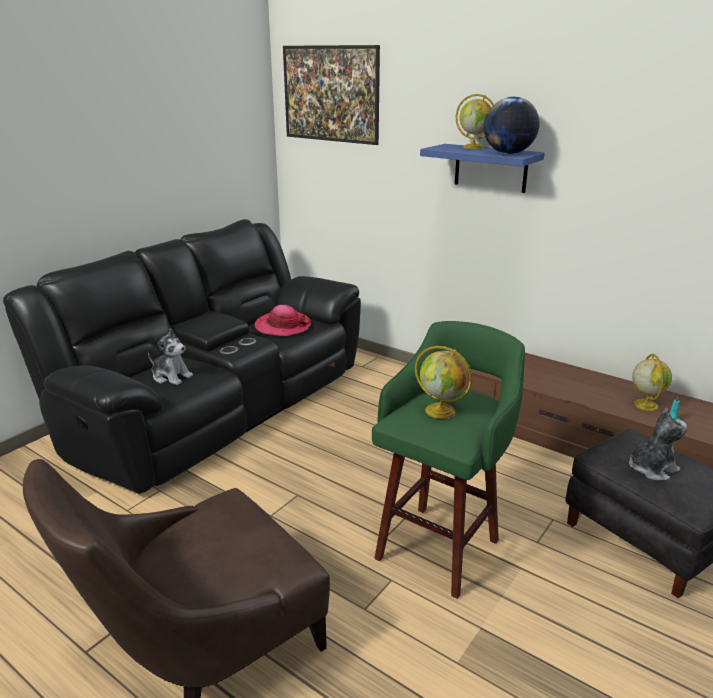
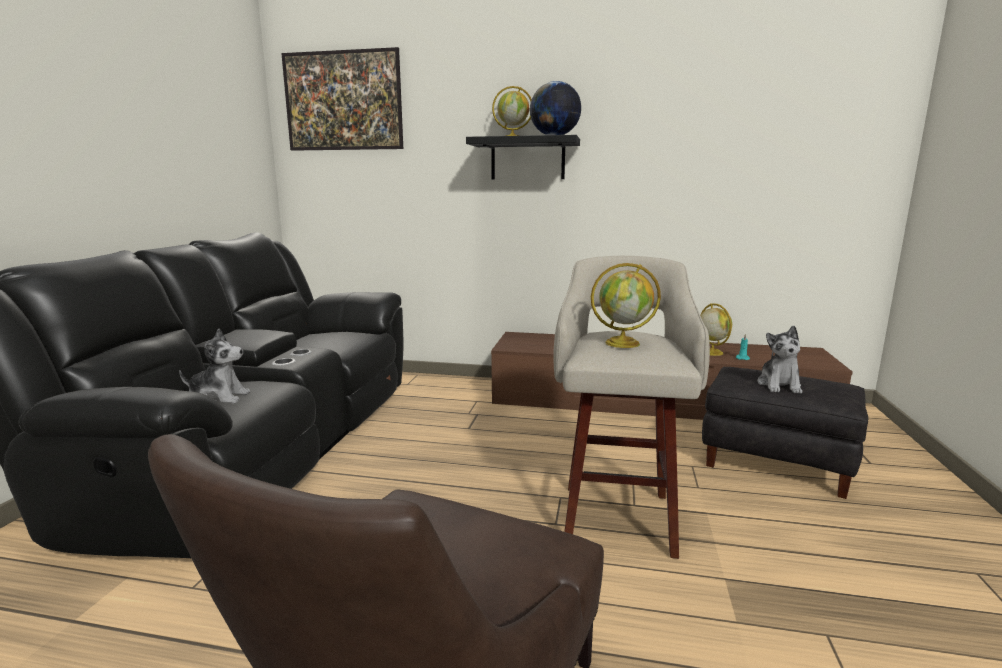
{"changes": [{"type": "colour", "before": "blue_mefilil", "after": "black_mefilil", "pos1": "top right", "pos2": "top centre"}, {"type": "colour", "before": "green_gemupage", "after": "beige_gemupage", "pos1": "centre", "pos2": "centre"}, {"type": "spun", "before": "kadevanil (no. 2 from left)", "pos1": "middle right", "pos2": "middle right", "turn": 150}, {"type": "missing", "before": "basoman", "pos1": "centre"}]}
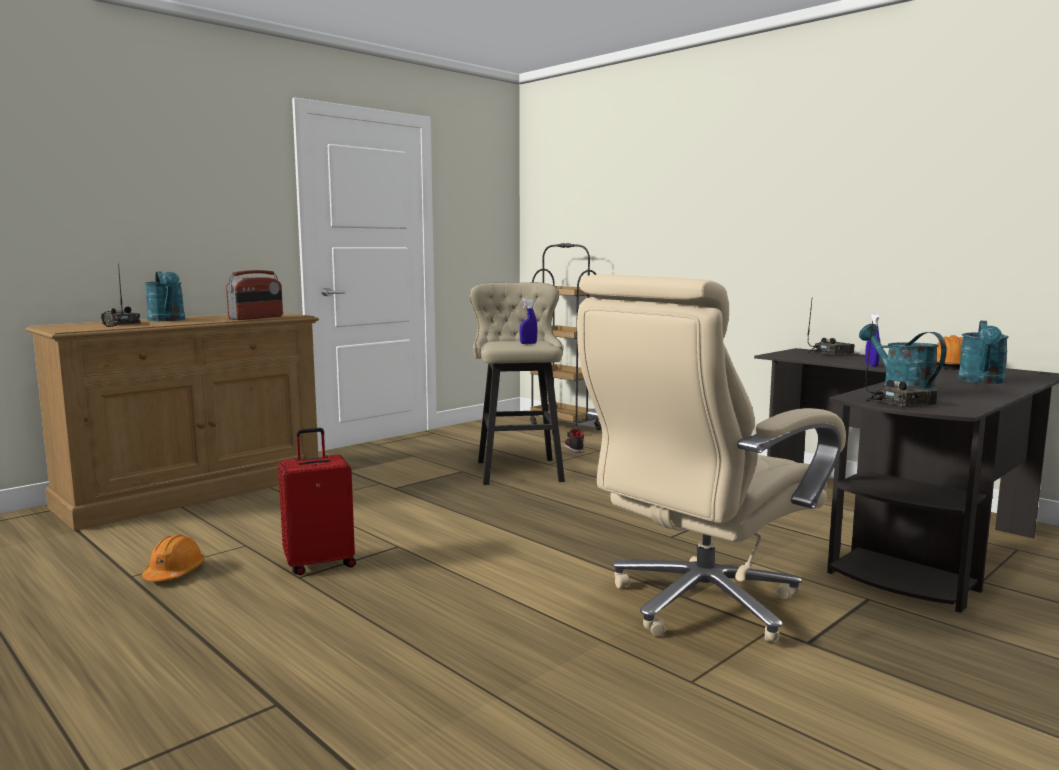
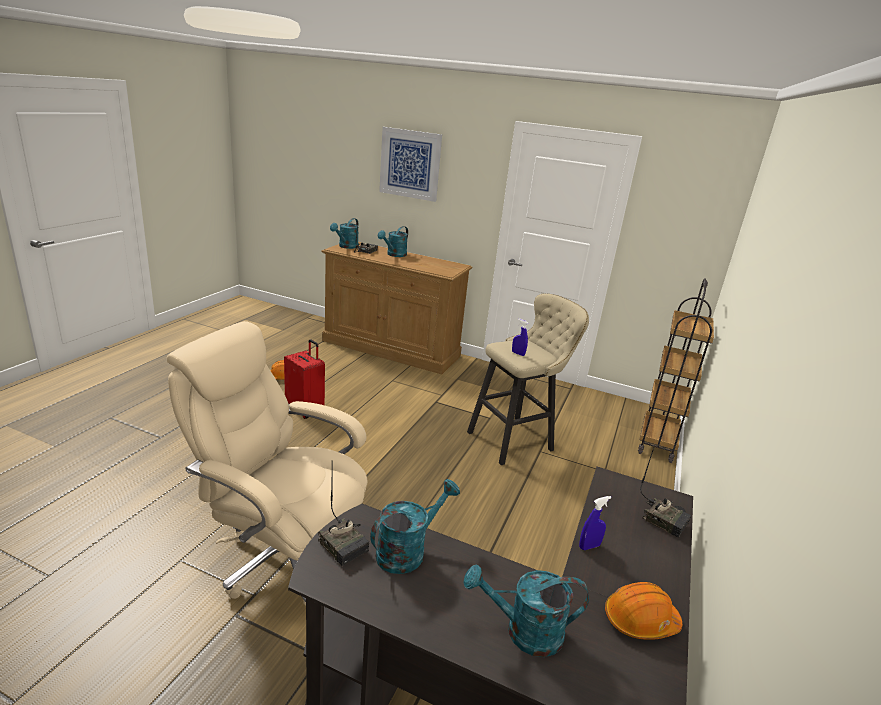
{"changes": [{"type": "appeared", "after": "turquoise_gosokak (no. 1 from left)", "pos2": "top centre"}, {"type": "appeared", "after": "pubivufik", "pos2": "top centre"}, {"type": "missing", "before": "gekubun (no. 2 from left)", "pos1": "middle left"}, {"type": "missing", "before": "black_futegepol", "pos1": "centre"}]}
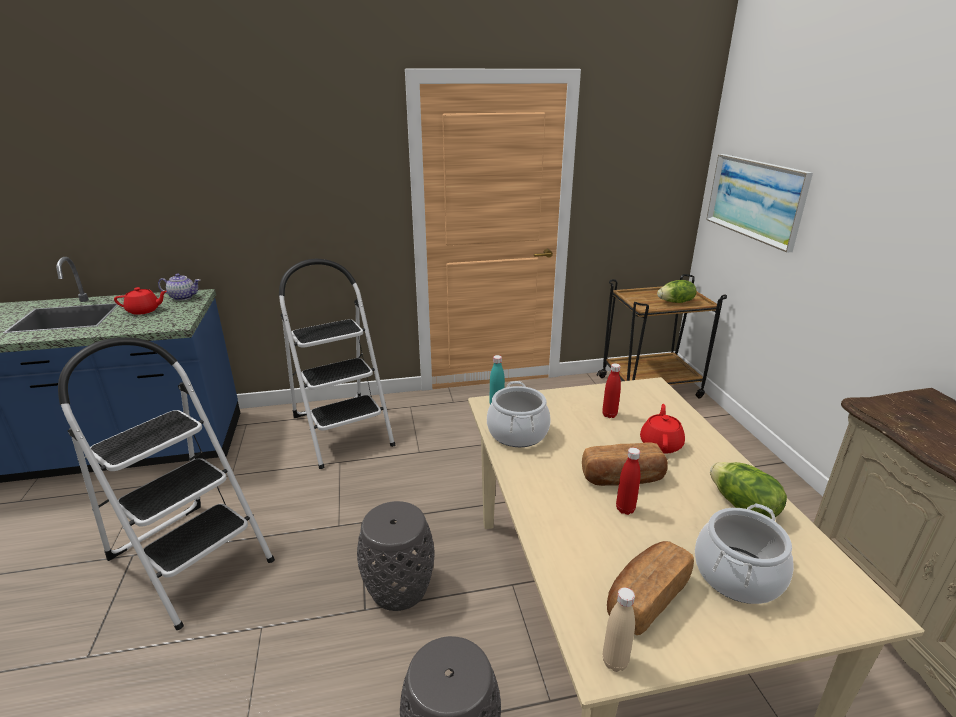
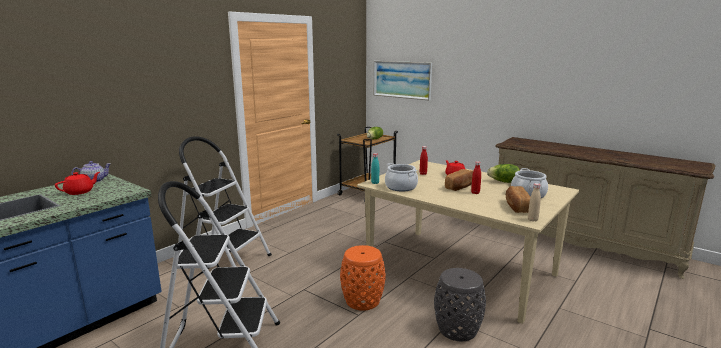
{"changes": [{"type": "colour", "before": "grey_gemupage (no. 1 from left)", "after": "orange_gemupage", "pos1": "bottom centre", "pos2": "bottom centre"}]}
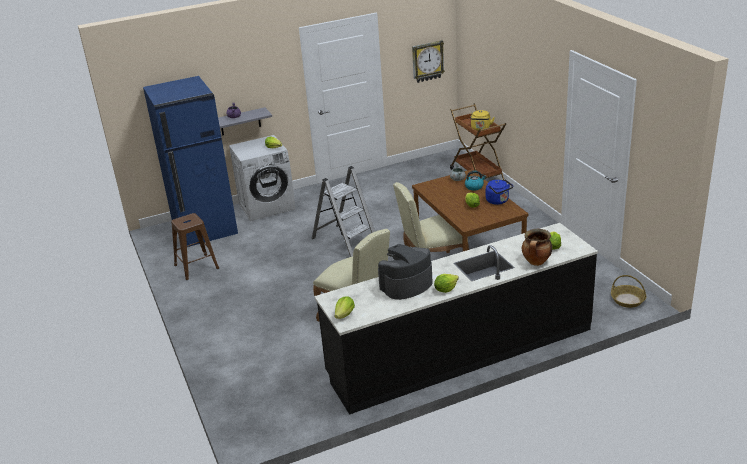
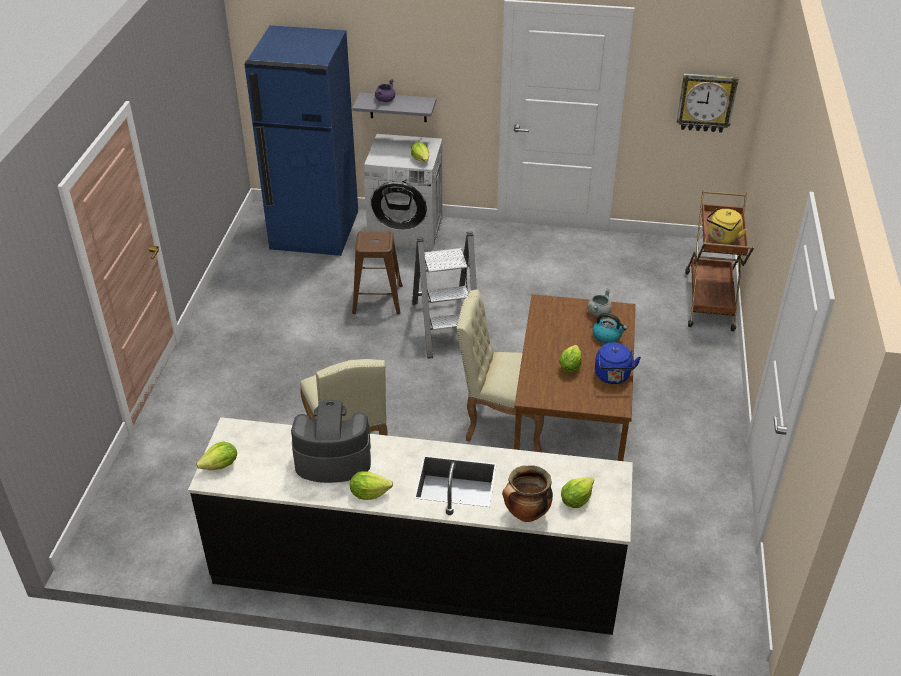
{"changes": [{"type": "relocated", "before": "brown_gemupage", "pos1": "middle left", "pos2": "centre"}, {"type": "missing", "before": "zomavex", "pos1": "middle right"}]}
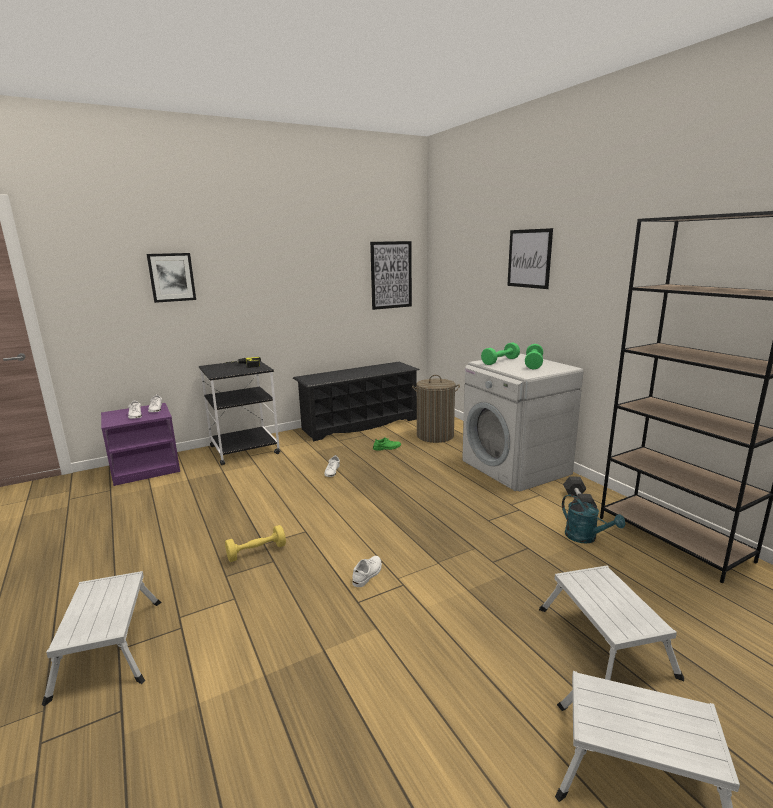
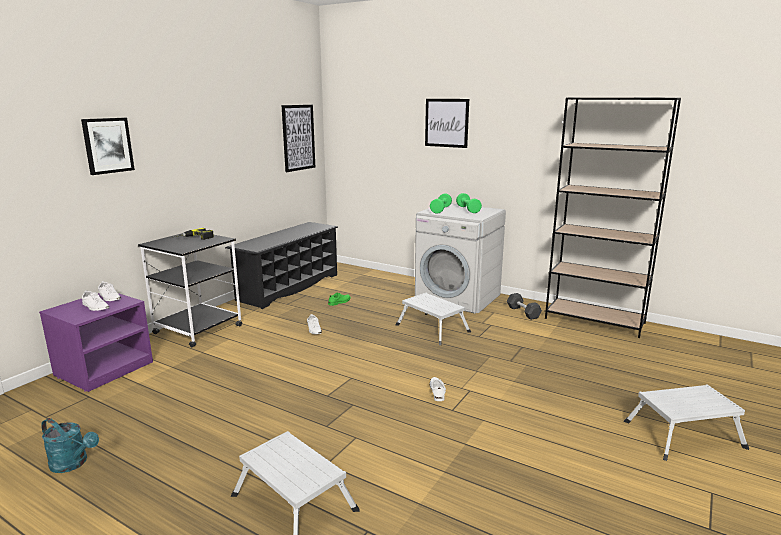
{"changes": [{"type": "relocated", "before": "turquoise_gosokak", "pos1": "middle right", "pos2": "bottom left"}, {"type": "relocated", "before": "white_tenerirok (no. 2 from left)", "pos1": "bottom right", "pos2": "centre"}, {"type": "missing", "before": "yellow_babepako", "pos1": "bottom left"}, {"type": "missing", "before": "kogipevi", "pos1": "centre"}]}
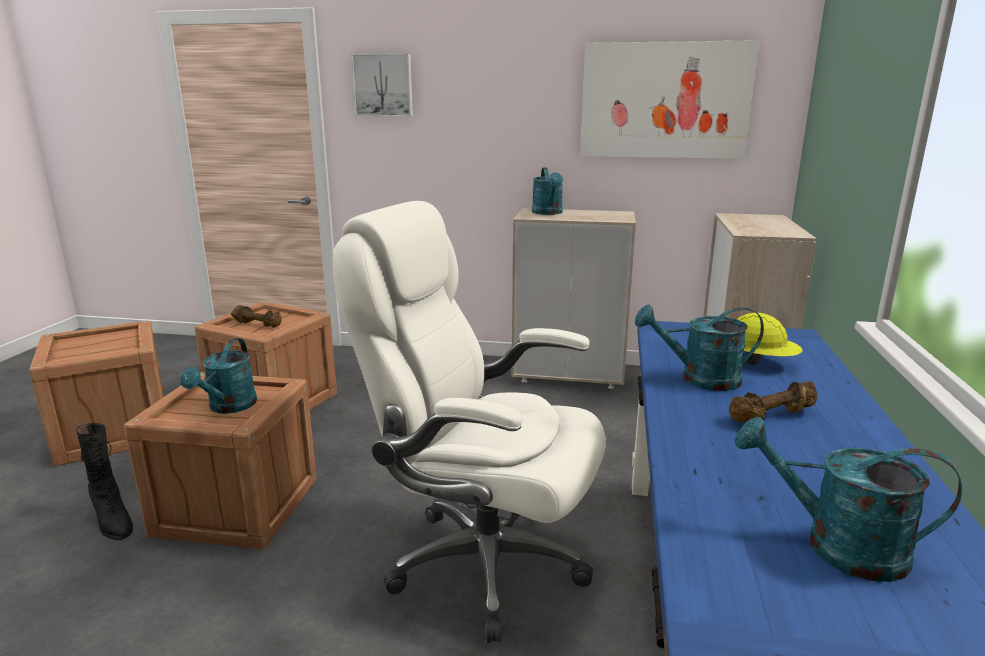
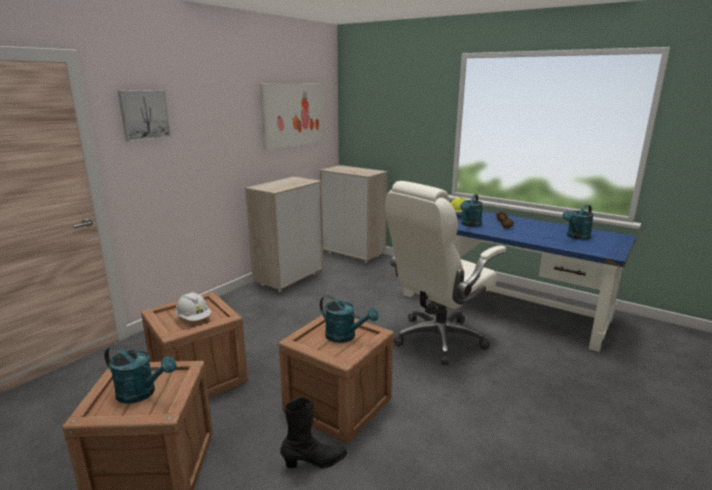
{"changes": [{"type": "relocated", "before": "turquoise_gosokak (no. 2 from left in the first image)", "after": "turquoise_gosokak (no. 1 from left)", "pos1": "top centre", "pos2": "bottom left"}, {"type": "exchanged", "before": "brown_babepako (no. 1 from left)", "after": "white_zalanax", "pos1": "middle left", "pos2": "middle left"}]}
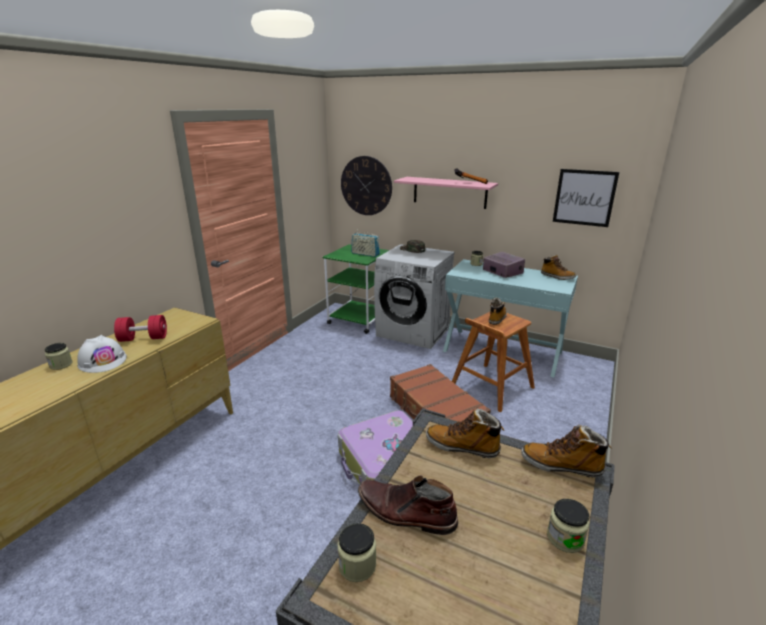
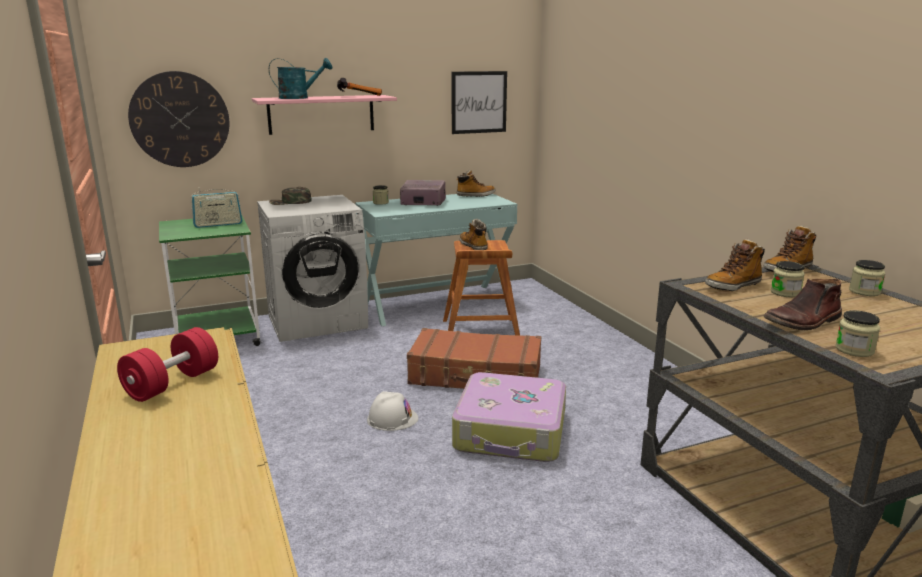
{"changes": [{"type": "appeared", "after": "turquoise_gosokak", "pos2": "top left"}, {"type": "relocated", "before": "white_zalanax", "pos1": "middle left", "pos2": "bottom centre"}, {"type": "relocated", "before": "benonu (no. 1 from left in the first image)", "after": "benonu (no. 2 from left)", "pos1": "middle left", "pos2": "middle right"}]}
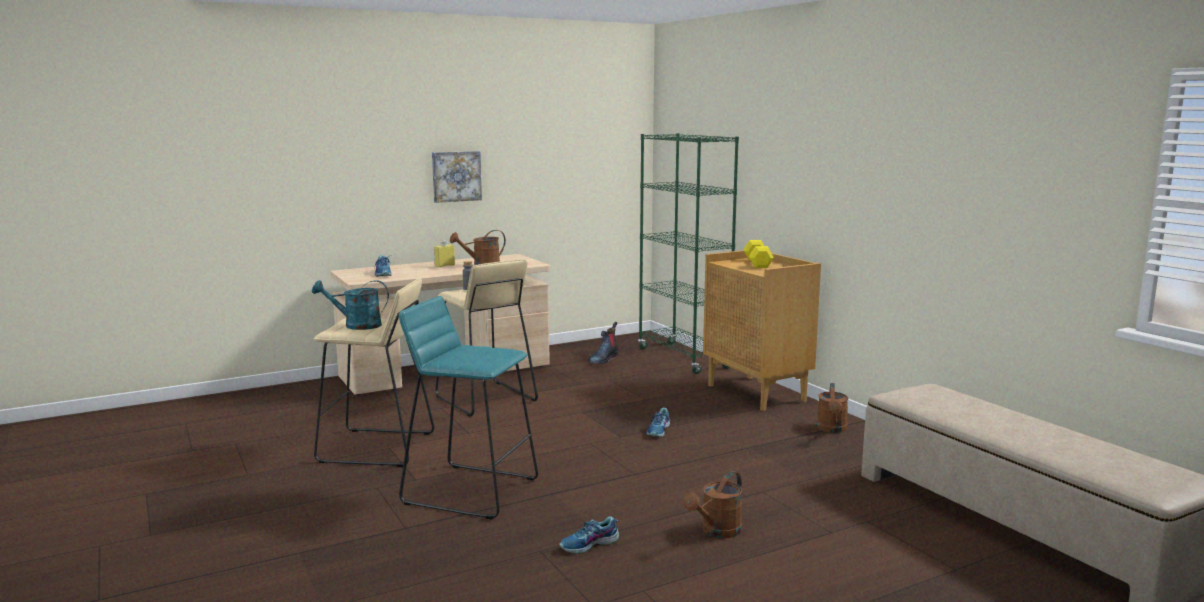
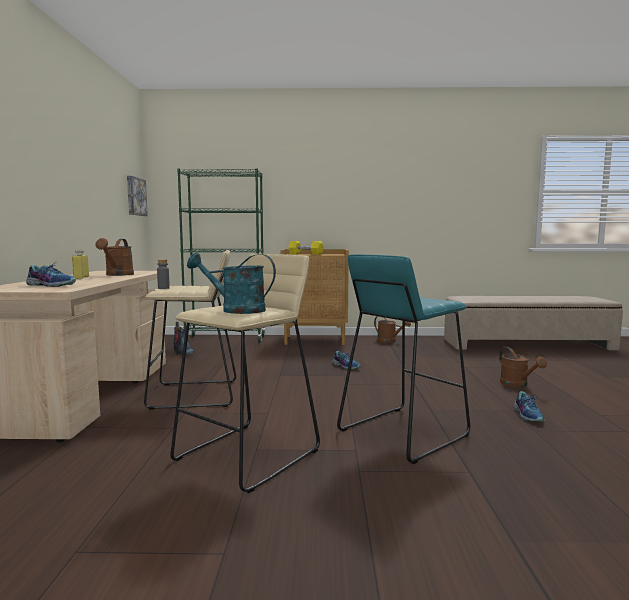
{"changes": [{"type": "relocated", "before": "pubivufik", "pos1": "top centre", "pos2": "top left"}, {"type": "spun", "before": "turquoise_gosokak", "pos1": "middle left", "pos2": "centre", "turn": 75}]}
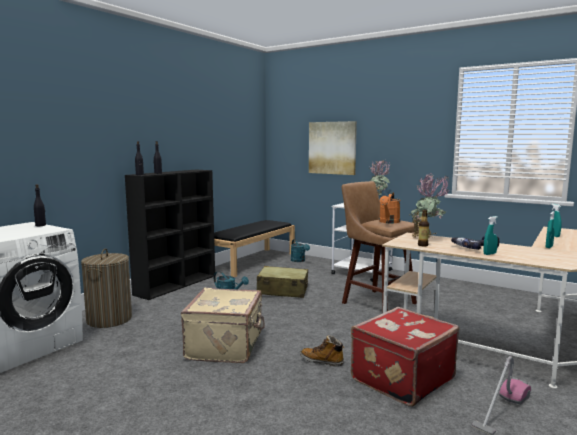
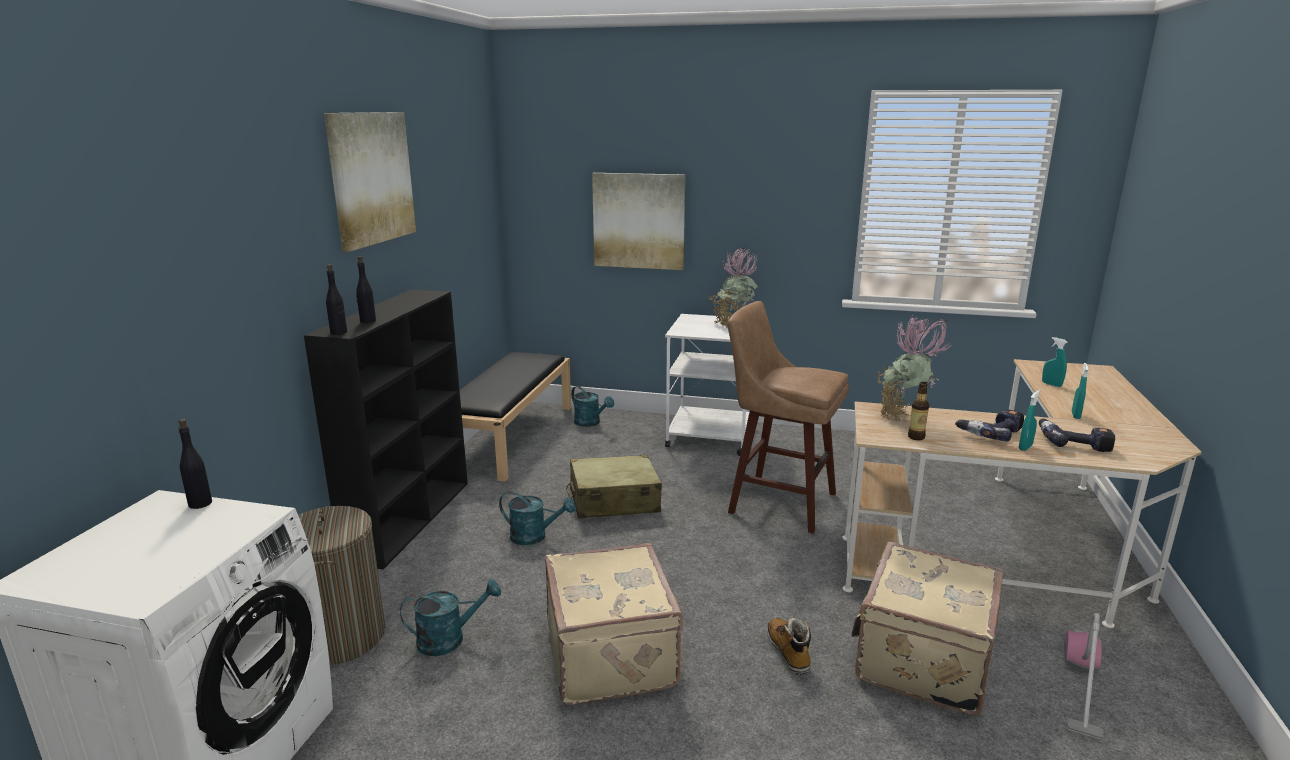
{"changes": [{"type": "appeared", "after": "pubivufik (no. 1 from left)", "pos2": "top left"}, {"type": "appeared", "after": "turquoise_gosokak (no. 1 from left)", "pos2": "bottom centre"}, {"type": "spun", "before": "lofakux", "pos1": "bottom centre", "pos2": "bottom centre", "turn": 75}, {"type": "colour", "before": "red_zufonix", "after": "beige_zufonix (no. 3 from left)", "pos1": "bottom right", "pos2": "bottom right"}, {"type": "appeared", "after": "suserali (no. 2 from left)", "pos2": "middle right"}, {"type": "missing", "before": "orange_gosokak", "pos1": "middle right"}]}
